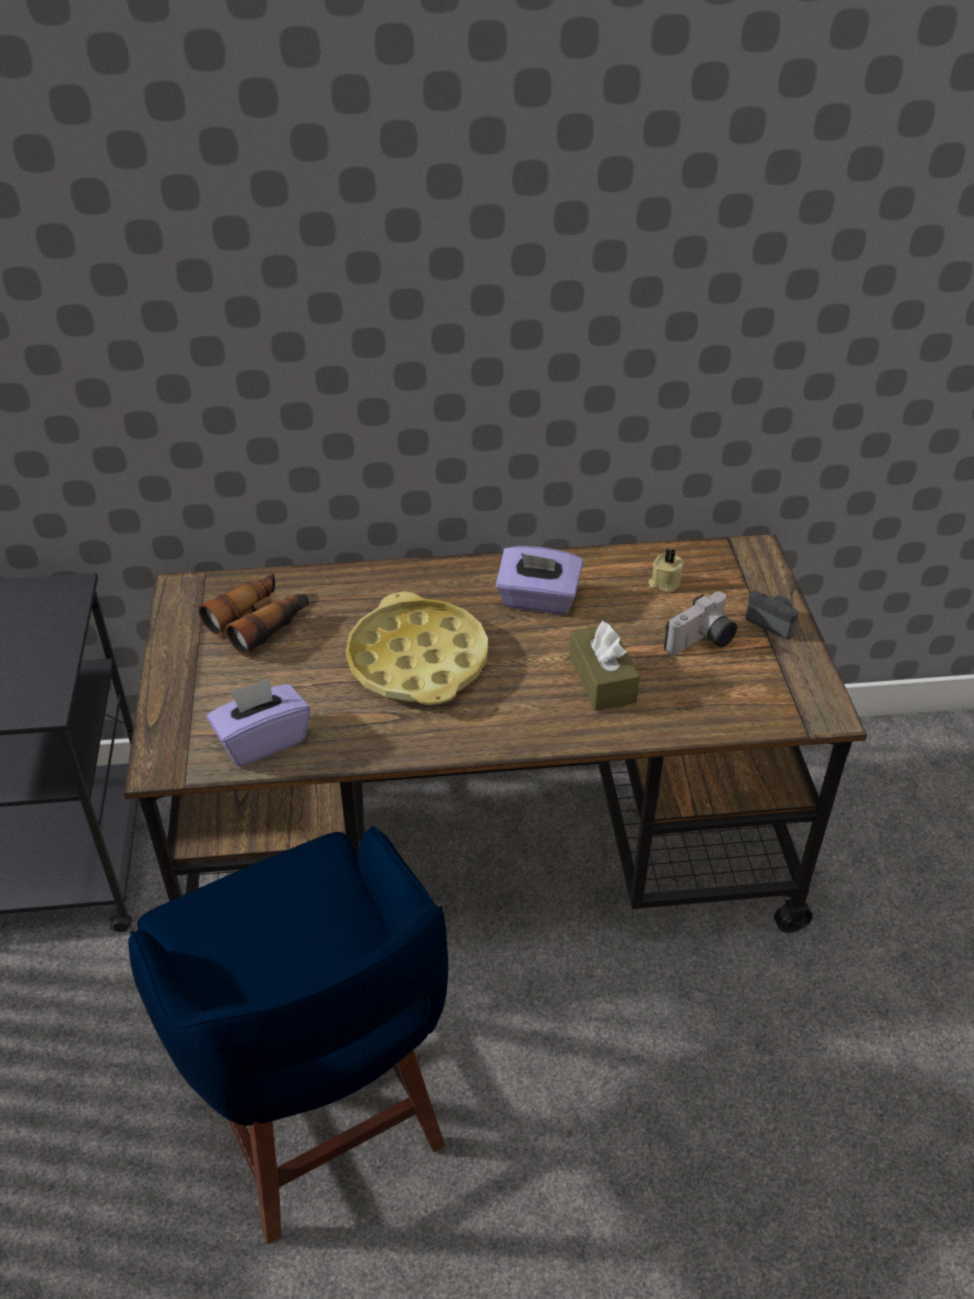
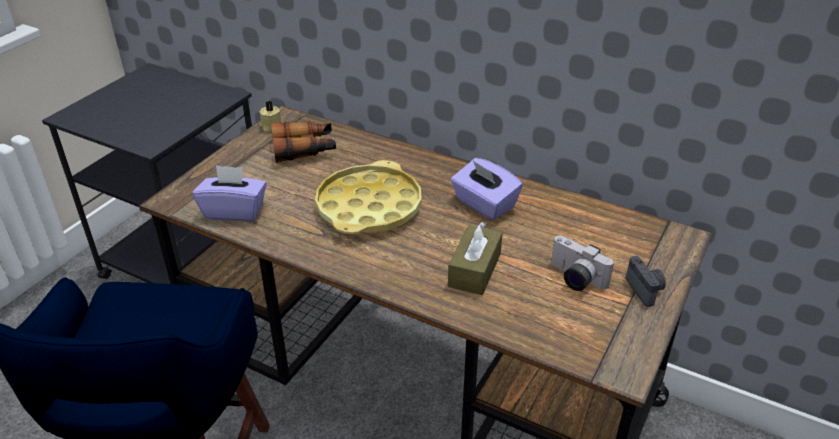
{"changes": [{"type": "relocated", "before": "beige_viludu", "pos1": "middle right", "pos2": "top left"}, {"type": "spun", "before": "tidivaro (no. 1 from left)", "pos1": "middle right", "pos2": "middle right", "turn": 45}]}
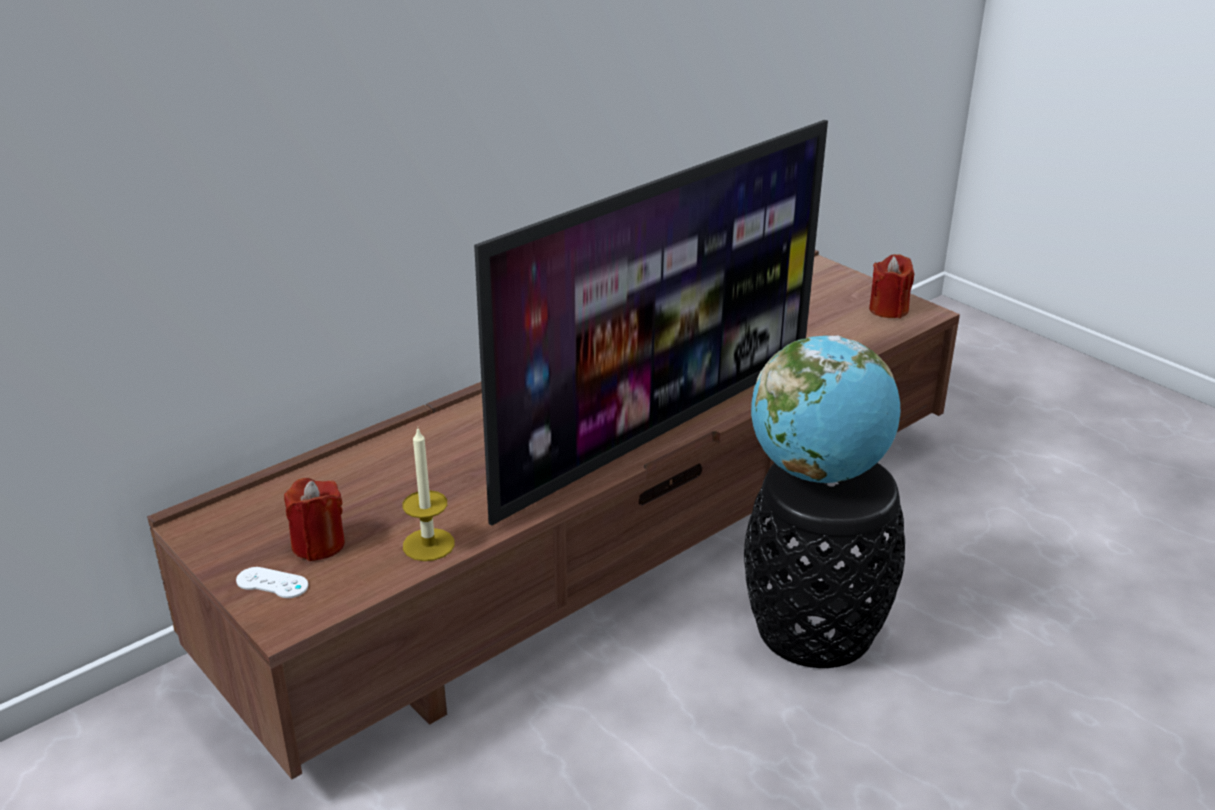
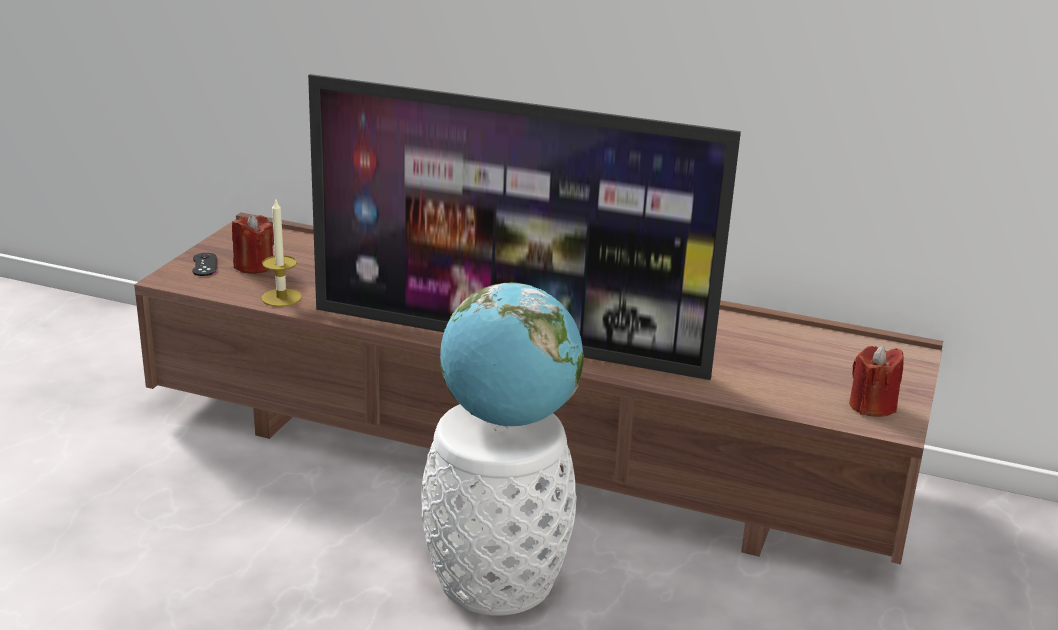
{"changes": [{"type": "colour", "before": "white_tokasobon", "after": "black_tokasobon", "pos1": "bottom left", "pos2": "middle left"}, {"type": "colour", "before": "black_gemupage", "after": "white_gemupage", "pos1": "bottom right", "pos2": "bottom centre"}]}
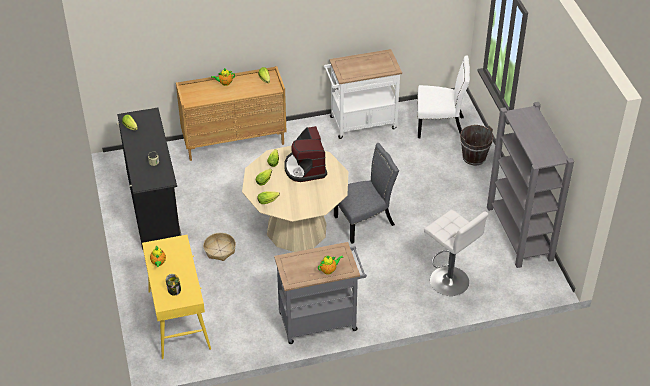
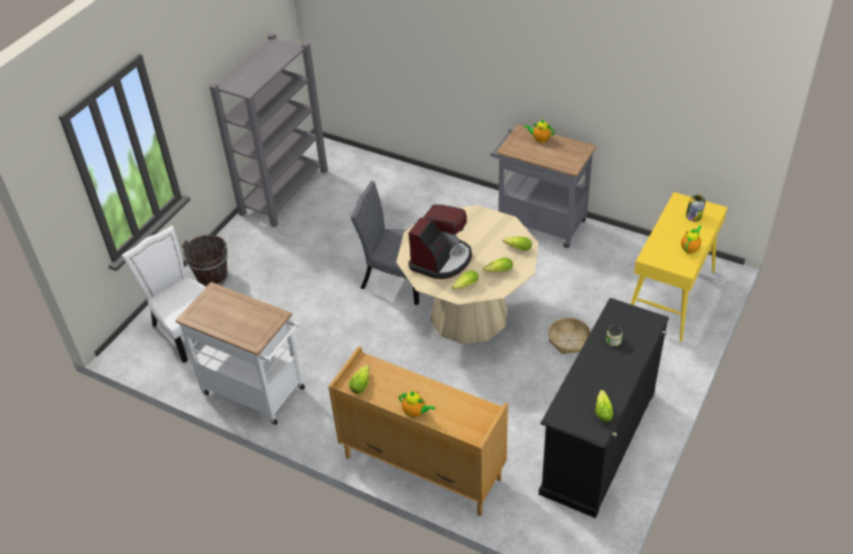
{"changes": [{"type": "missing", "before": "white_gemupage", "pos1": "middle right"}]}
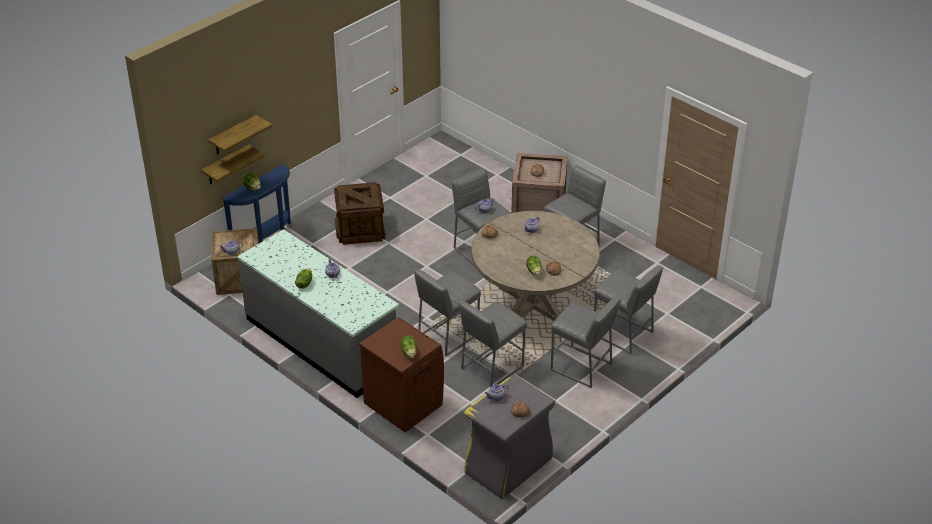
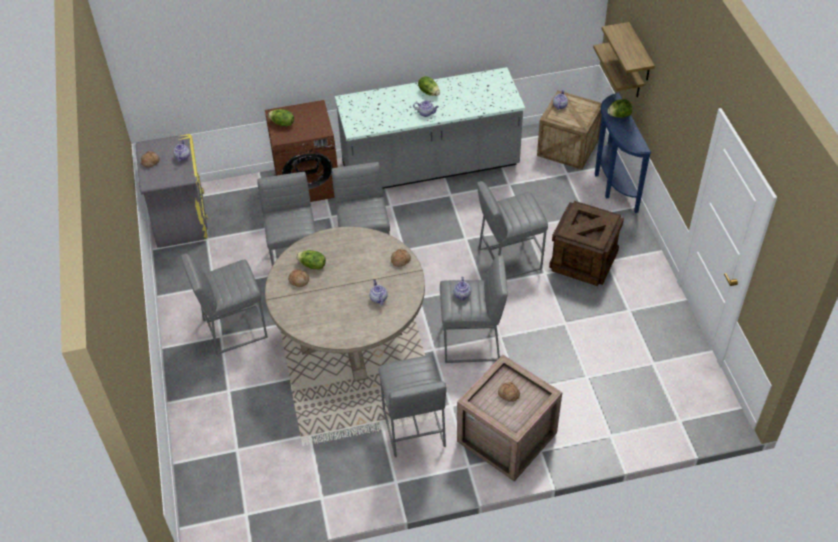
{"changes": [{"type": "relocated", "before": "grey_gemupage (no. 6 from left)", "pos1": "middle right", "pos2": "centre"}]}
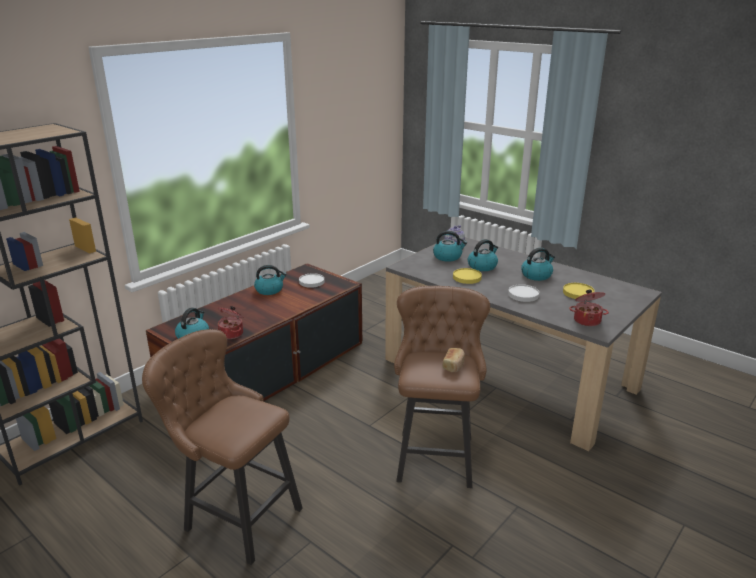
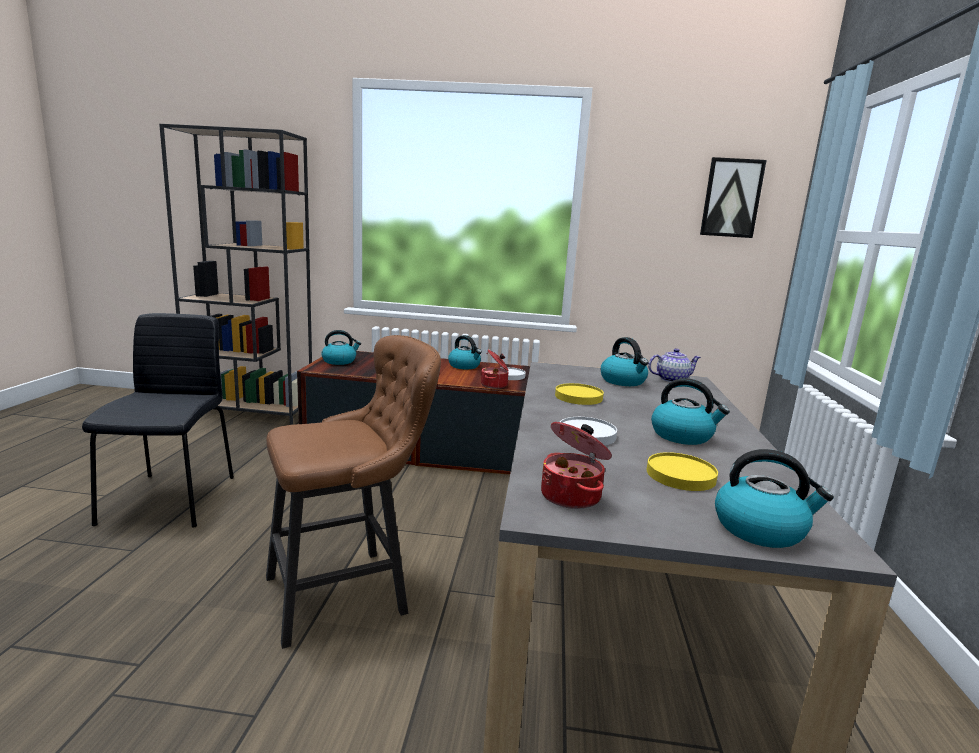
{"changes": [{"type": "exchanged", "before": "brown_gemupage (no. 1 from left)", "after": "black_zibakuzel", "pos1": "bottom left", "pos2": "middle left"}, {"type": "relocated", "before": "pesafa (no. 1 from left)", "pos1": "middle left", "pos2": "centre"}, {"type": "appeared", "after": "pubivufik", "pos2": "top right"}, {"type": "relocated", "before": "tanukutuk (no. 4 from left in the first image)", "after": "tanukutuk (no. 5 from left)", "pos1": "centre", "pos2": "middle right"}, {"type": "missing", "before": "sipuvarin", "pos1": "centre"}]}
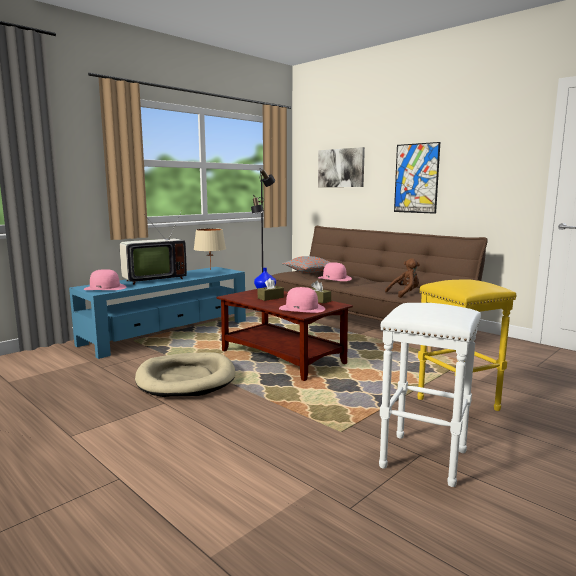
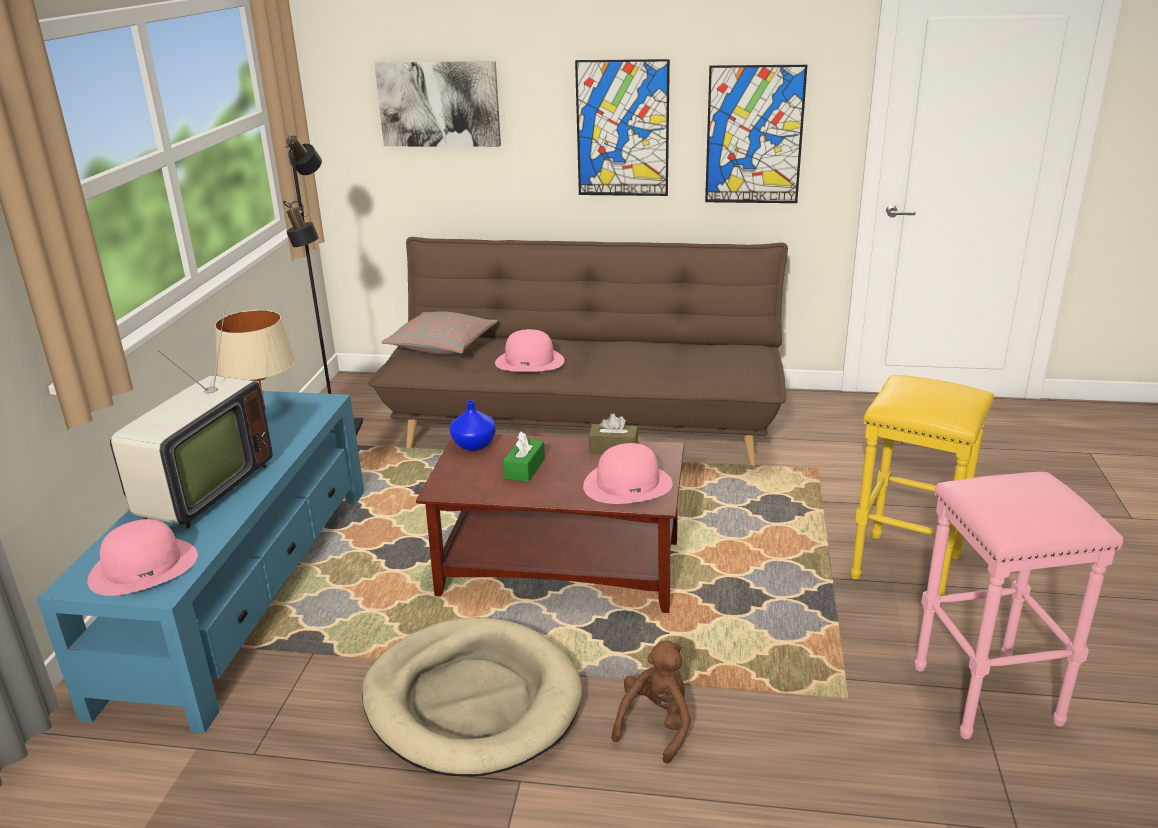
{"changes": [{"type": "colour", "before": "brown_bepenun (no. 1 from left)", "after": "green_bepenun", "pos1": "centre", "pos2": "centre"}, {"type": "relocated", "before": "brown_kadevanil", "pos1": "middle right", "pos2": "bottom centre"}, {"type": "appeared", "after": "pubivufik (no. 3 from left)", "pos2": "top centre"}, {"type": "colour", "before": "white_gemupage", "after": "pink_gemupage", "pos1": "bottom right", "pos2": "bottom right"}]}
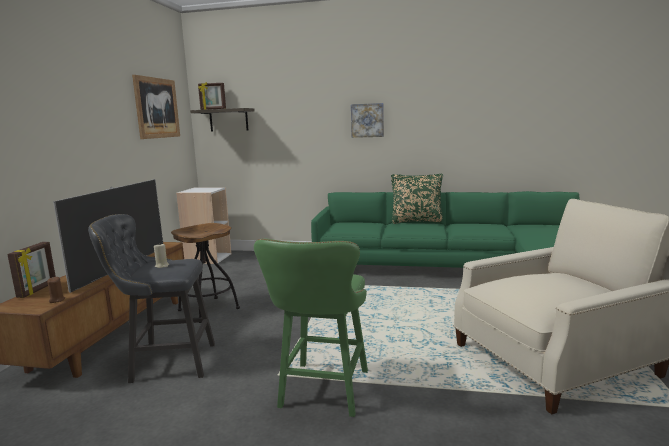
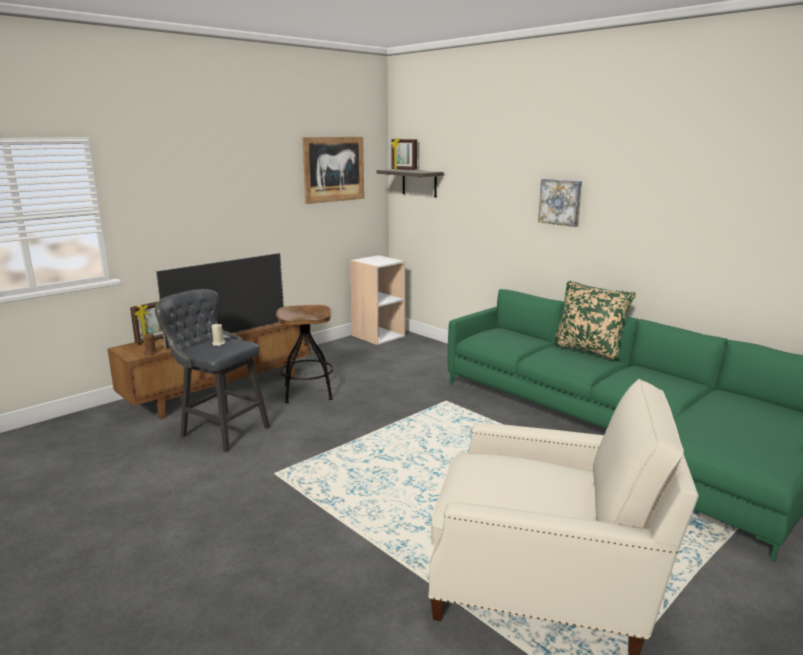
{"changes": [{"type": "missing", "before": "green_gemupage", "pos1": "bottom centre"}]}
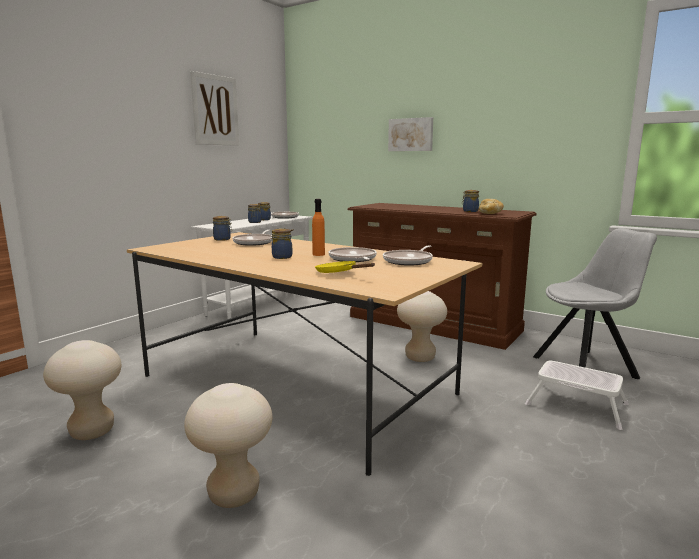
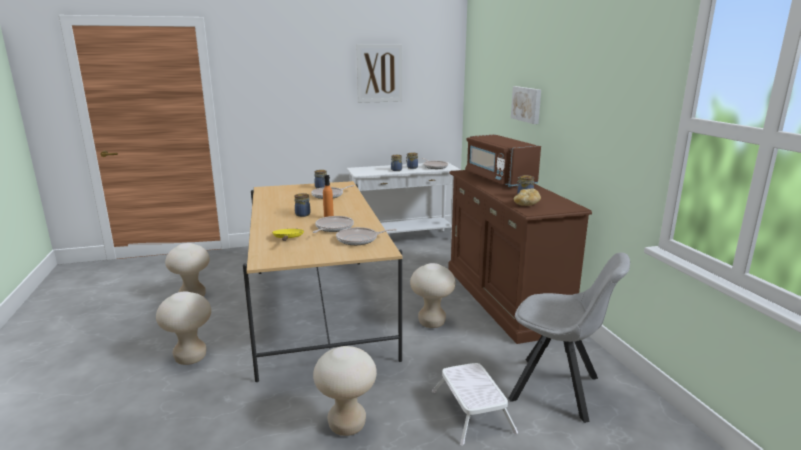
{"changes": [{"type": "appeared", "after": "beige_gemupage (no. 3 from left)", "pos2": "bottom centre"}, {"type": "appeared", "after": "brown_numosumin", "pos2": "centre"}]}
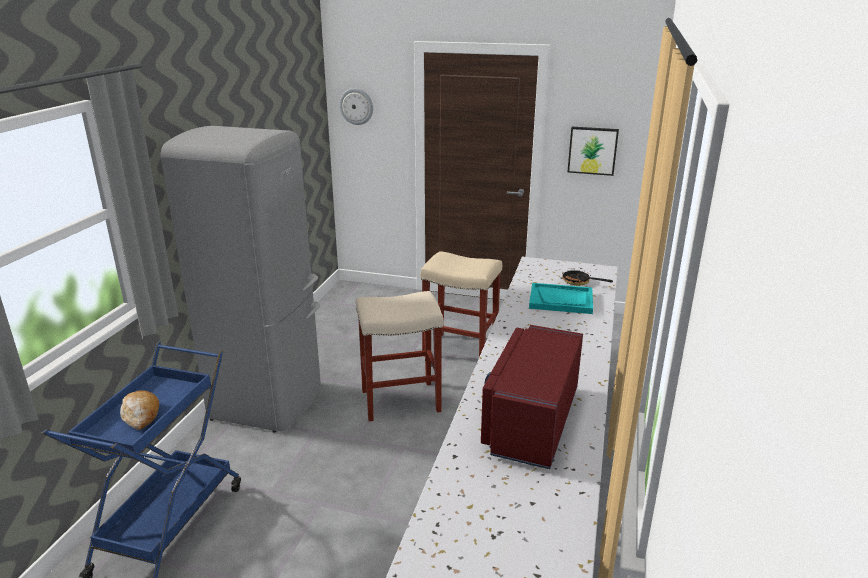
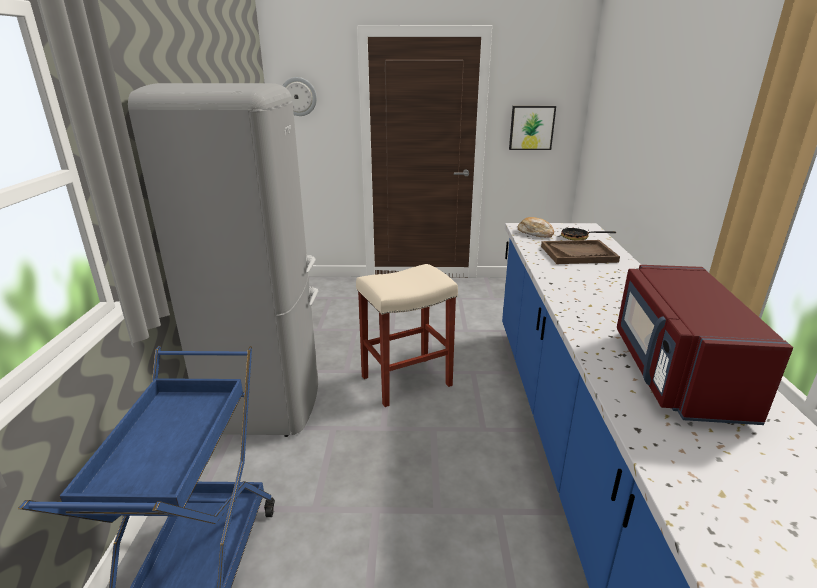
{"changes": [{"type": "relocated", "before": "sipuvarin", "pos1": "bottom left", "pos2": "centre"}, {"type": "colour", "before": "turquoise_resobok", "after": "brown_resobok", "pos1": "centre", "pos2": "middle right"}, {"type": "missing", "before": "beige_gemupage (no. 2 from left)", "pos1": "centre"}]}
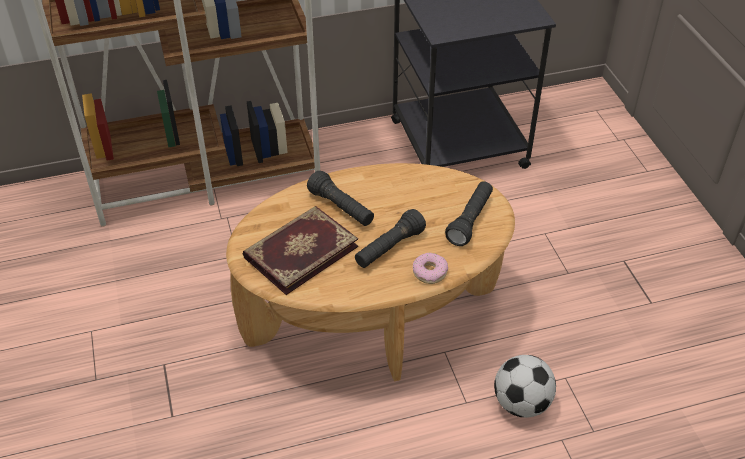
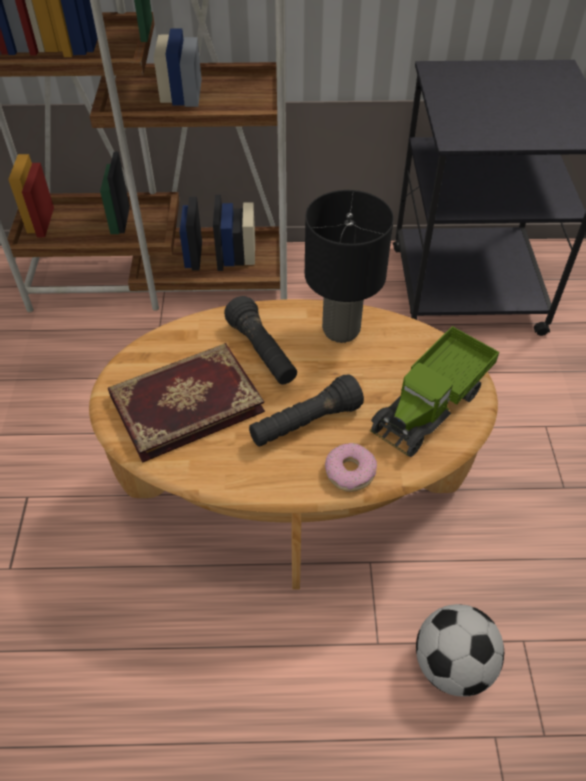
{"changes": [{"type": "appeared", "after": "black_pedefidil", "pos2": "centre"}, {"type": "exchanged", "before": "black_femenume (no. 3 from left)", "after": "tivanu", "pos1": "centre", "pos2": "middle right"}]}
